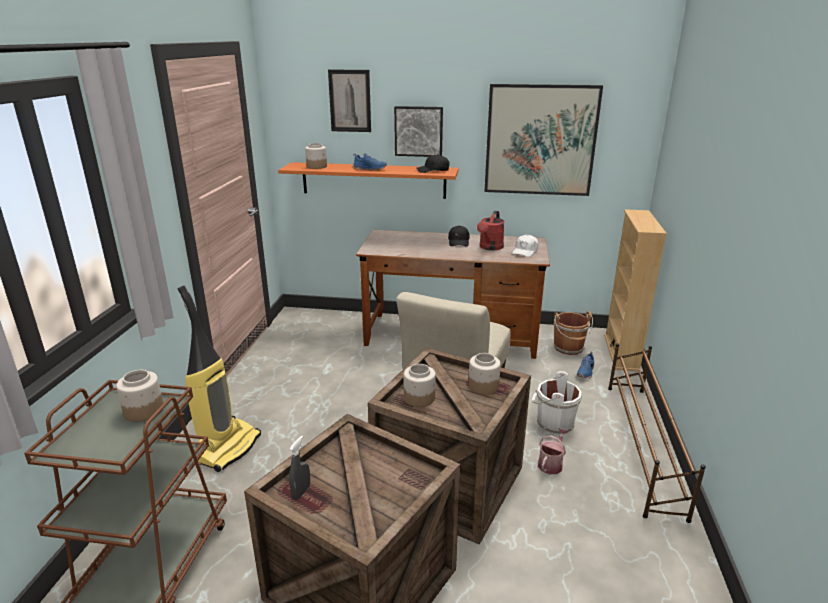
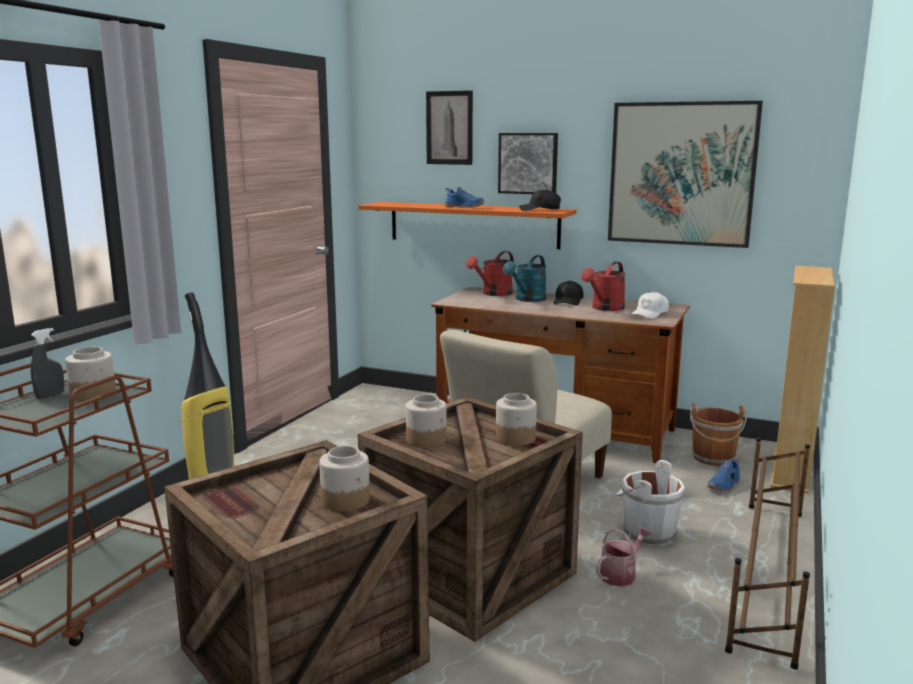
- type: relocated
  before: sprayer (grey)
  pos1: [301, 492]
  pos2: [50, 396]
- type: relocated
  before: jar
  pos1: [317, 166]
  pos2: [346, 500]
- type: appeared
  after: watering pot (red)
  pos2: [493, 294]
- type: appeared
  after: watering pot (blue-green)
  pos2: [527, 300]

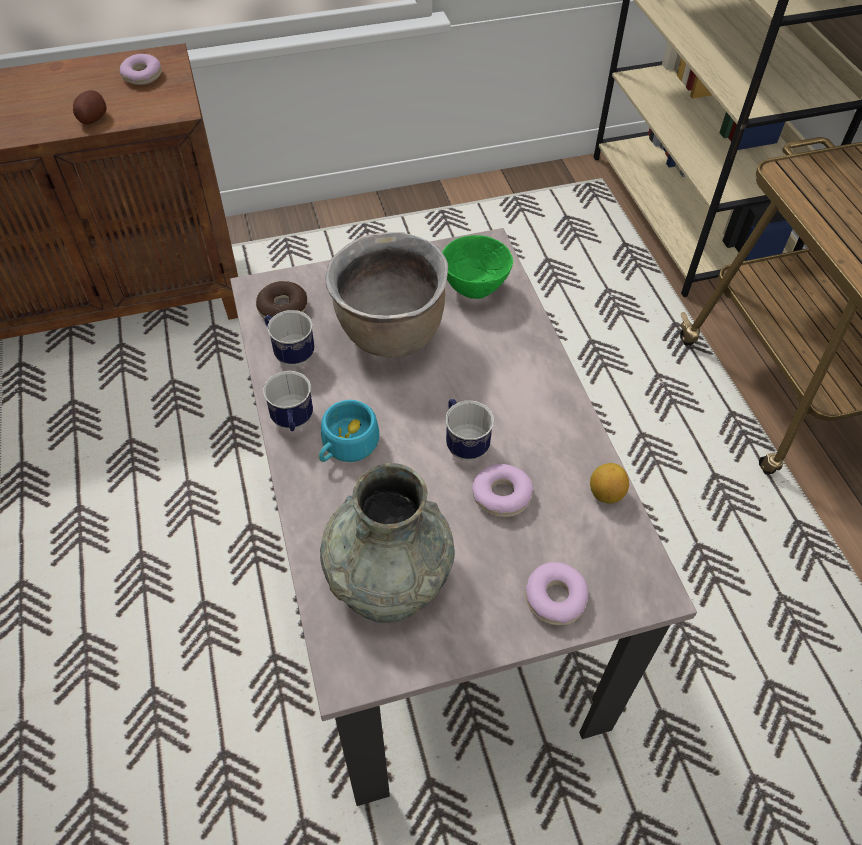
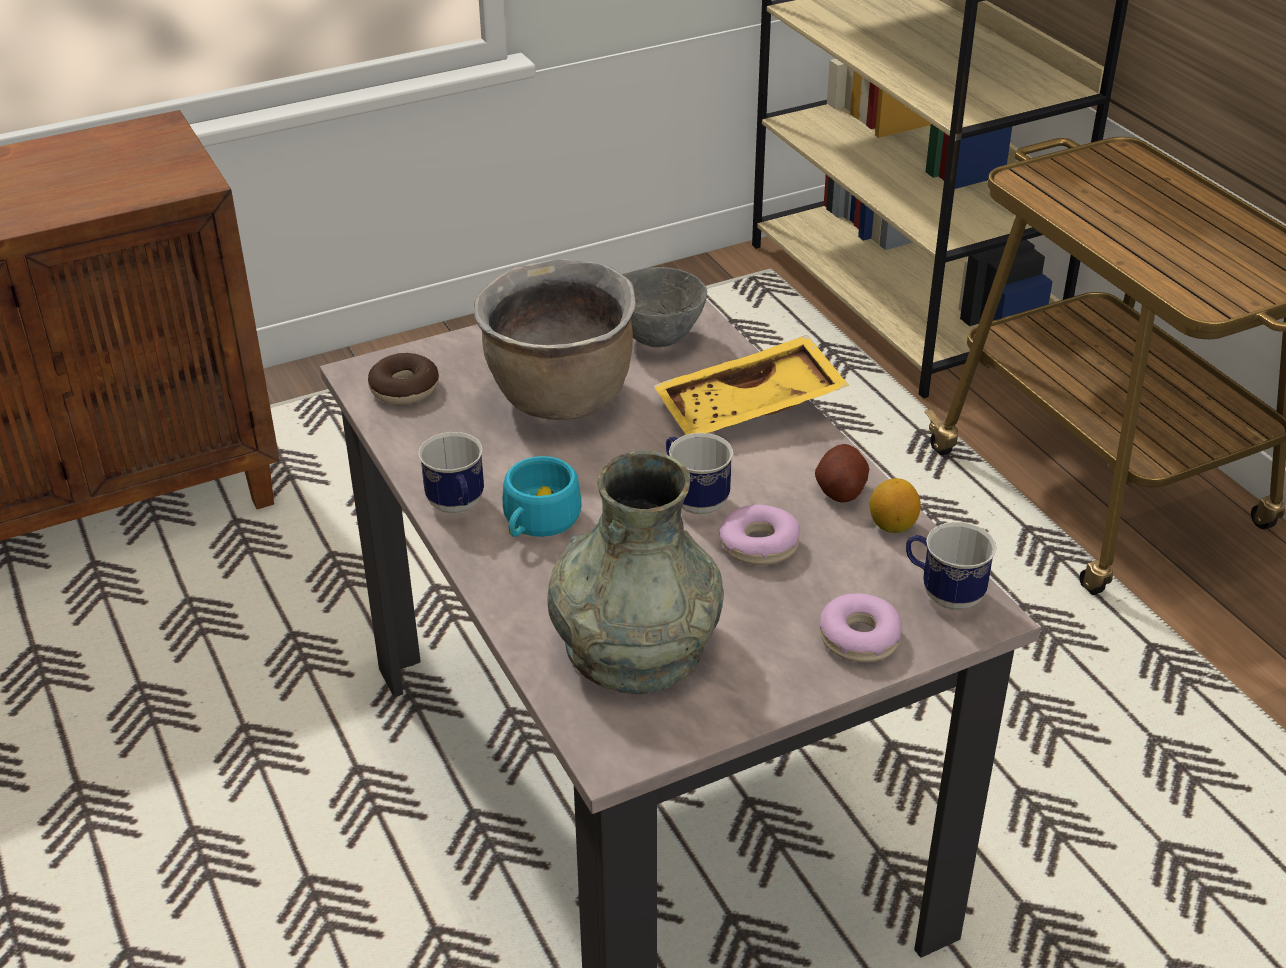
- type: colour
  before: serving bowl (greenish)
  after: serving bowl (grey)
  pos1: [474, 288]
  pos2: [657, 337]
- type: appeared
  after: carrying tray (yellowish)
  pos2: [750, 409]
- type: relocated
  before: potato
  pos1: [92, 118]
  pos2: [840, 490]
- type: relocated
  before: mug
  pos1: [290, 353]
  pos2: [943, 594]
- type: missing
  before: doughnut
  pos1: [142, 76]

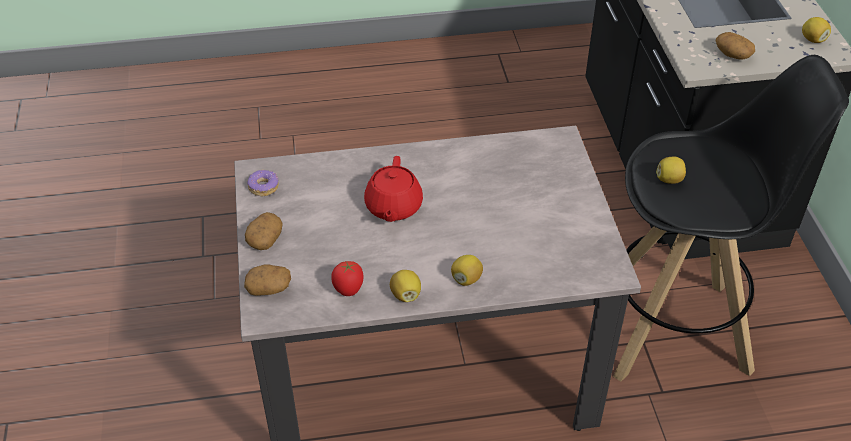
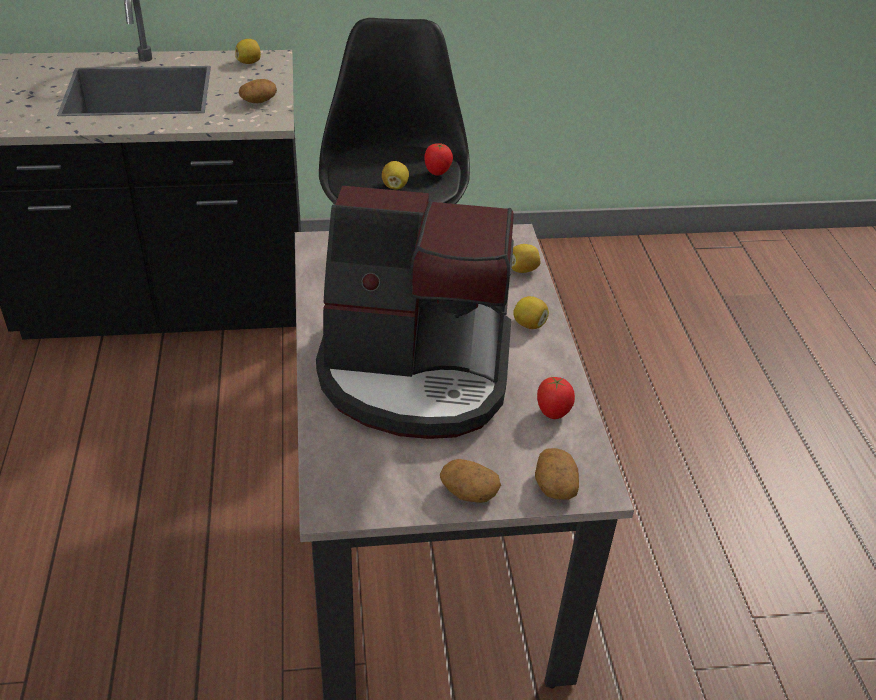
- type: exchanged
  before: pot for tea (red)
  after: coffee maker
  pos1: [393, 207]
  pos2: [416, 373]
- type: appeared
  after: whole tomato
  pos2: [437, 173]
- type: relocated
  before: whole lemon
  pos1: [405, 294]
  pos2: [523, 269]
- type: missing
  before: doughnut
  pos1: [263, 187]

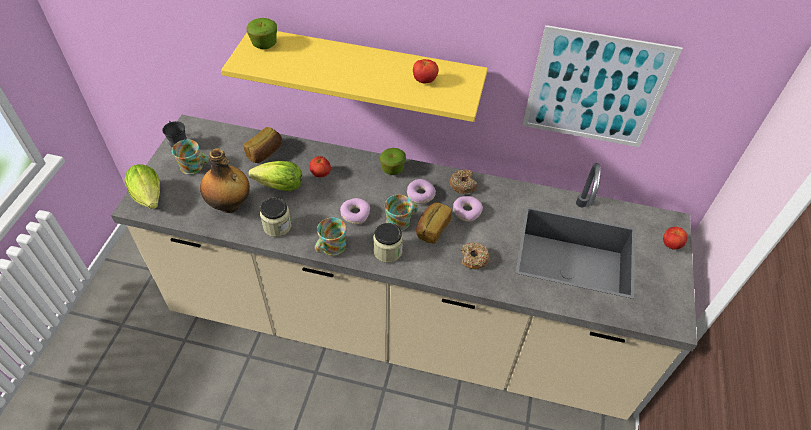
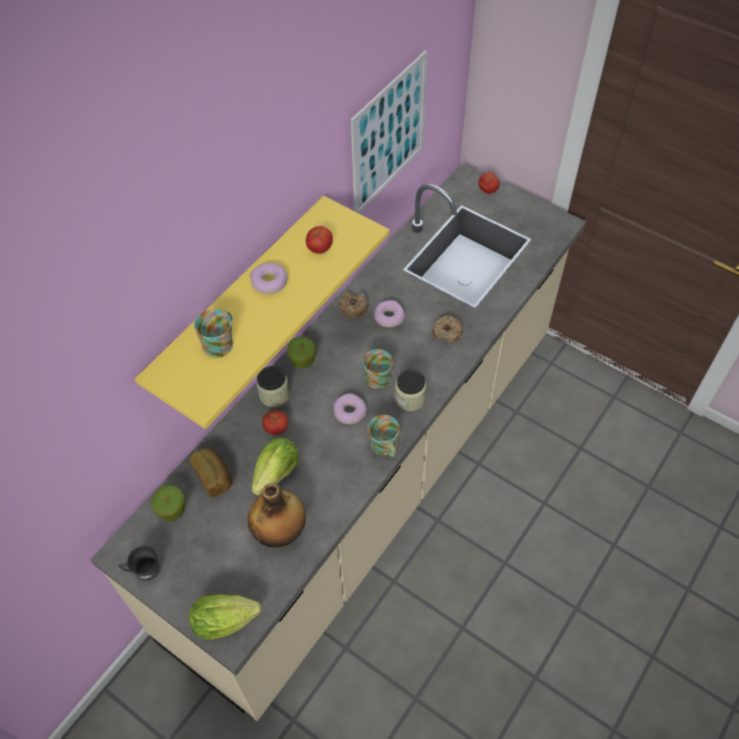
- type: relocated
  before: whole apple
  pos1: [264, 44]
  pos2: [172, 510]
- type: relocated
  before: mug
  pos1: [195, 167]
  pos2: [221, 342]
- type: relocated
  before: doughnut
  pos1: [420, 195]
  pos2: [269, 283]
- type: relocated
  before: jar
  pos1: [277, 226]
  pos2: [274, 394]
- type: missing
  before: baked bread
  pos1: [432, 228]

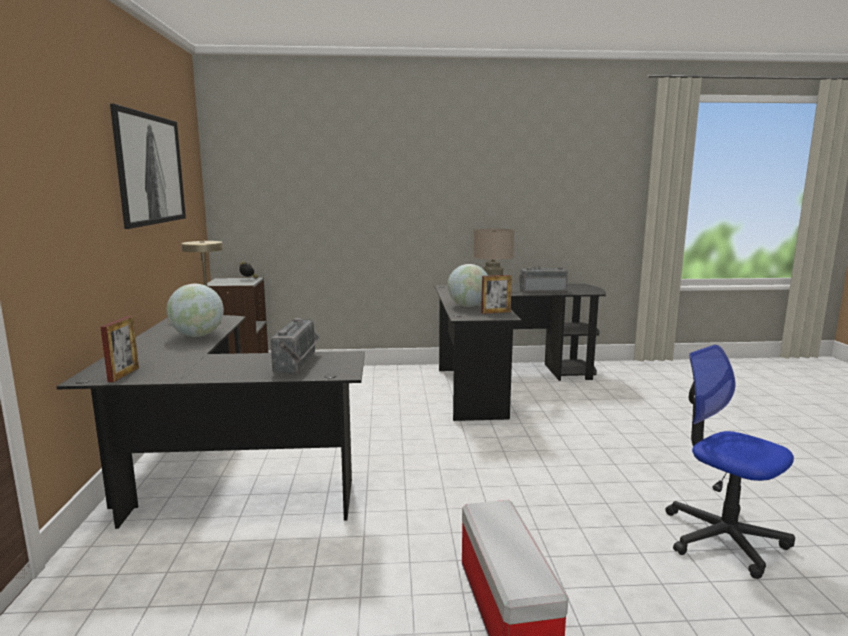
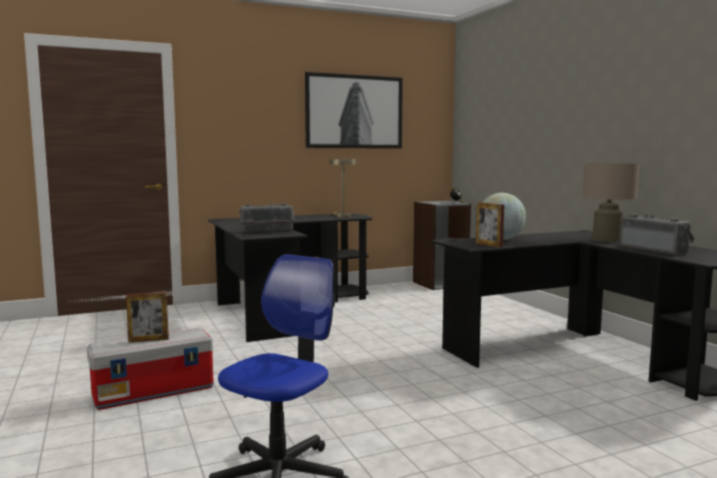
- type: relocated
  before: standing frame
  pos1: [123, 374]
  pos2: [148, 340]
- type: missing
  before: desk globe
  pos1: [197, 336]

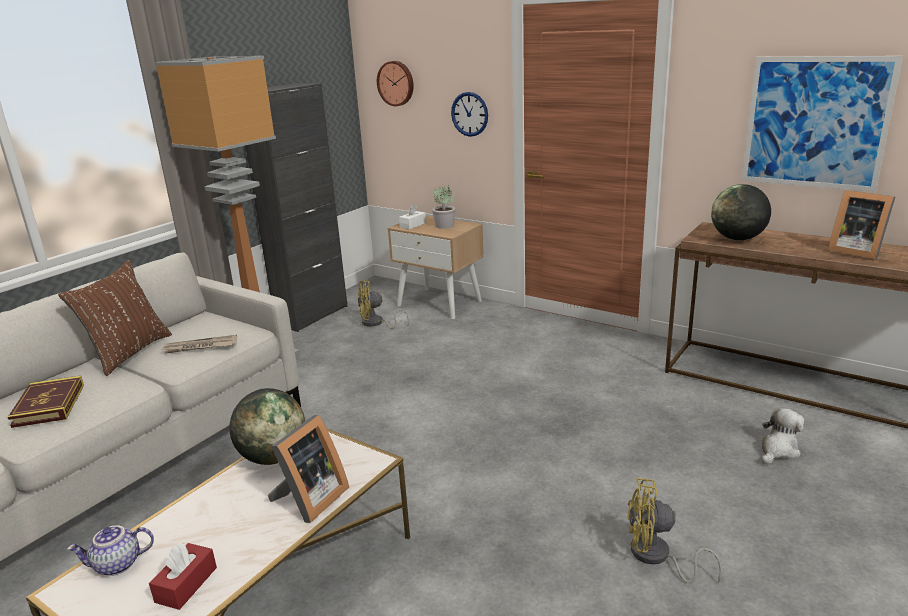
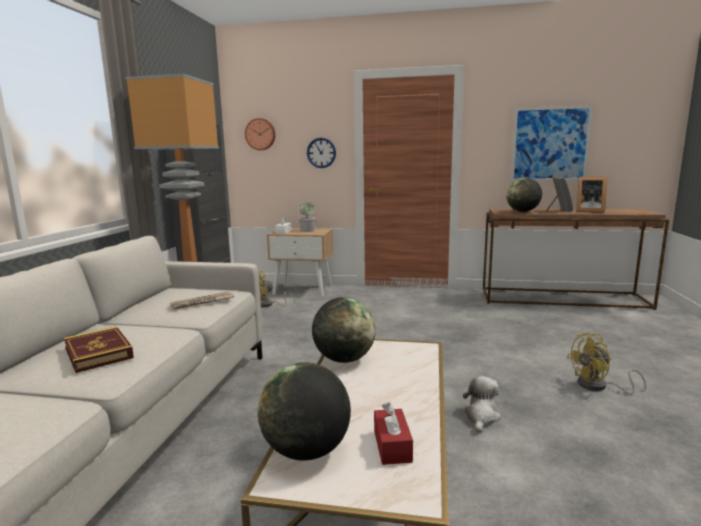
- type: exchanged
  before: pot for tea
  after: desk globe
  pos1: [117, 565]
  pos2: [306, 451]
- type: relocated
  before: cuddly toy
  pos1: [778, 450]
  pos2: [481, 417]
- type: relocated
  before: standing frame
  pos1: [309, 500]
  pos2: [558, 211]
- type: missing
  before: pillow (brown)
  pos1: [128, 353]

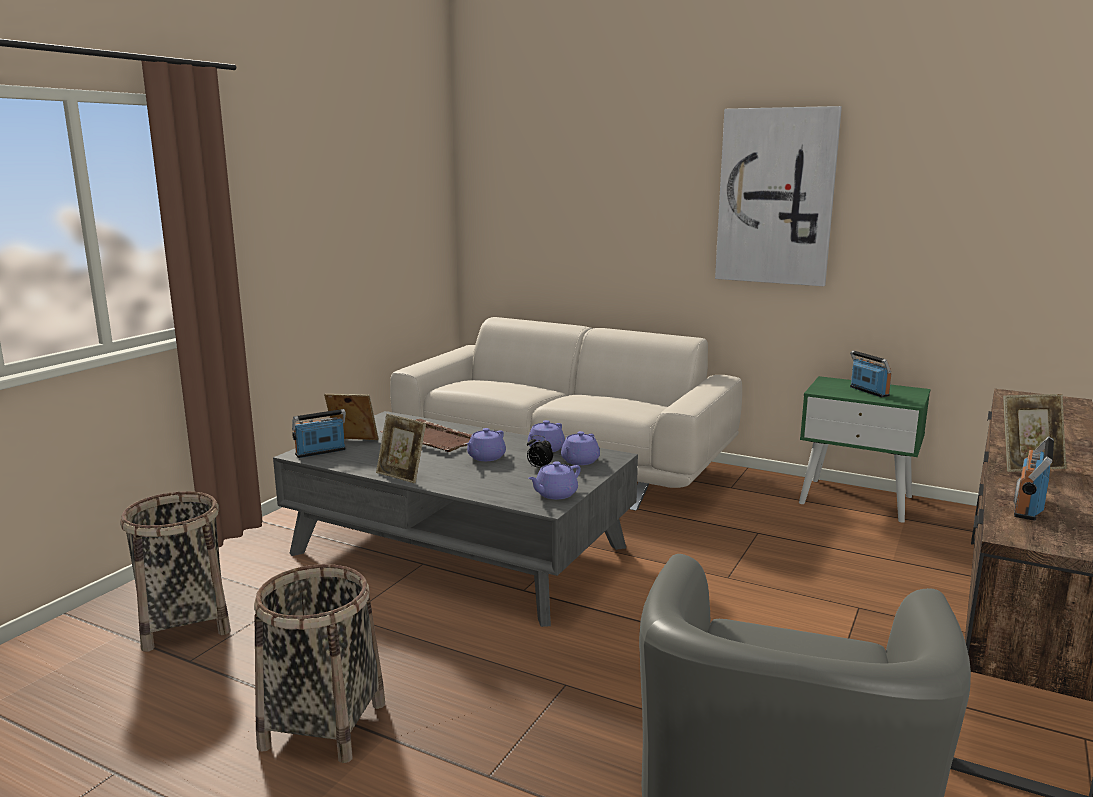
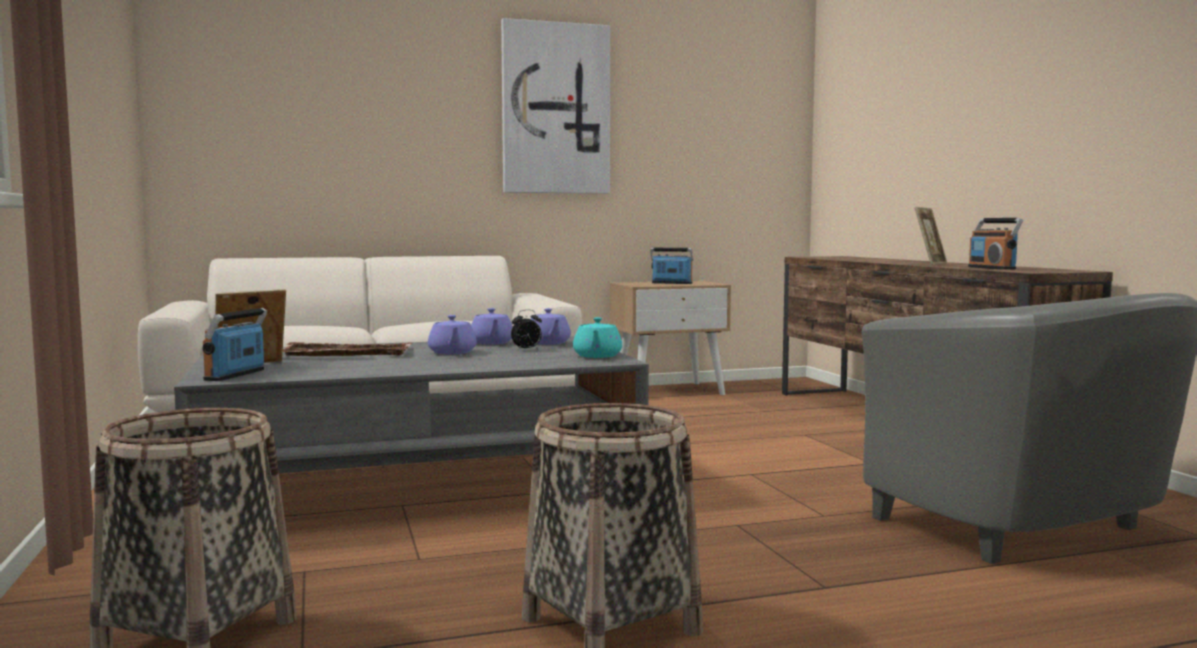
- type: colour
  before: pot for tea (purplish)
  after: pot for tea (blue-green)
  pos1: [555, 494]
  pos2: [597, 356]
- type: colour
  before: nightstand (greenish)
  after: nightstand (beige-coloured)
  pos1: [856, 500]
  pos2: [669, 391]
- type: missing
  before: standing frame
  pos1: [402, 475]

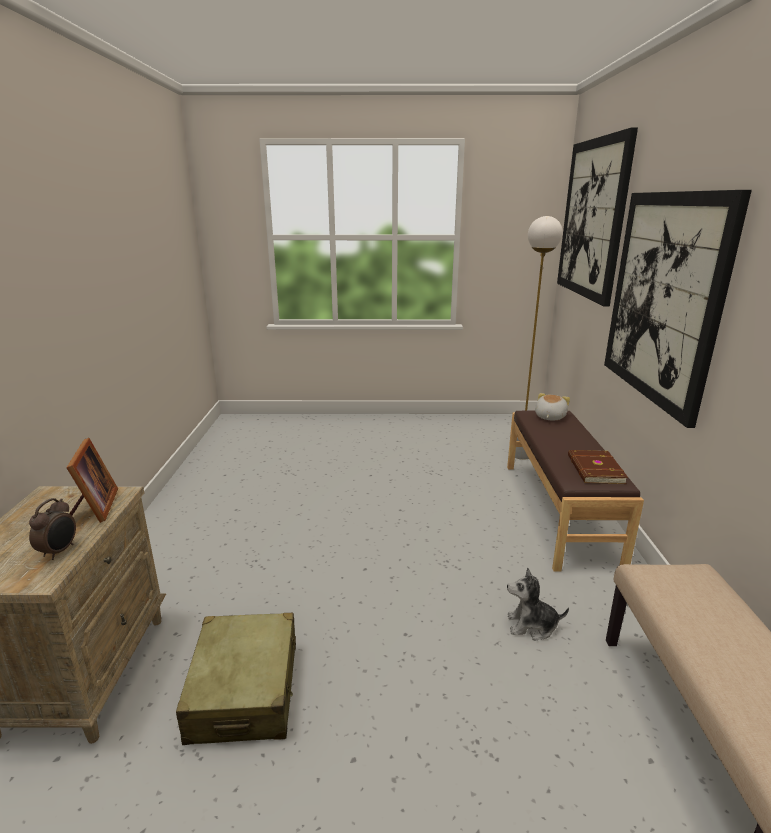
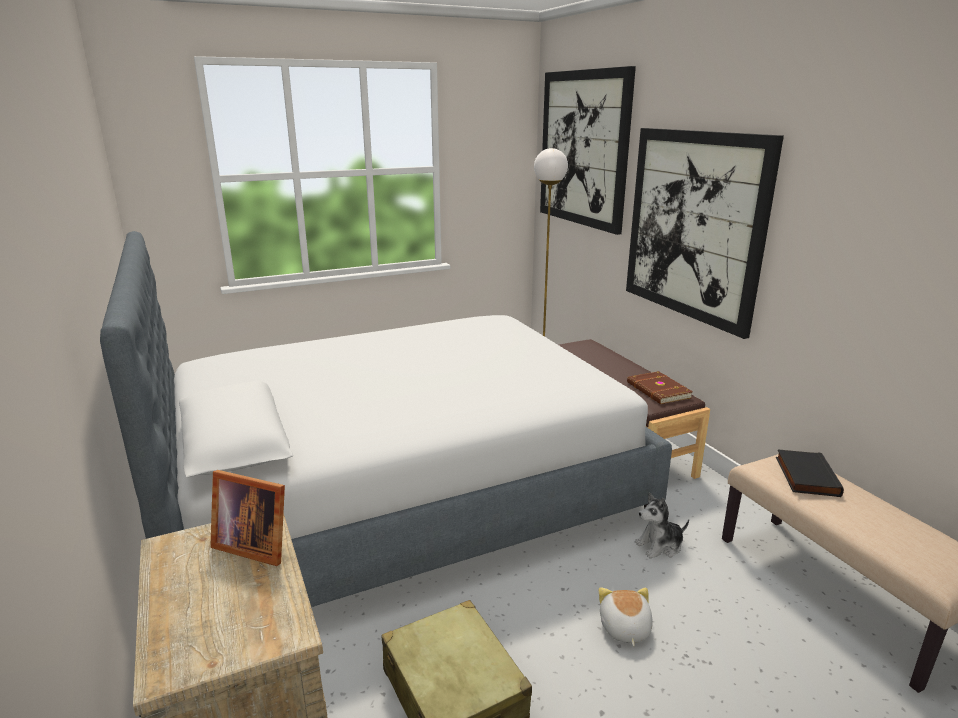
- type: appeared
  after: bedroom bed
  pos2: [400, 491]
- type: spun
  before: standing frame
  pos1: [94, 508]
  pos2: [253, 544]
  turn: 150
- type: relocated
  before: cuddly toy
  pos1: [549, 417]
  pos2: [624, 628]
- type: appeared
  after: volume (blackish)
  pos2: [805, 476]
- type: missing
  before: bedside clock
  pos1: [60, 551]

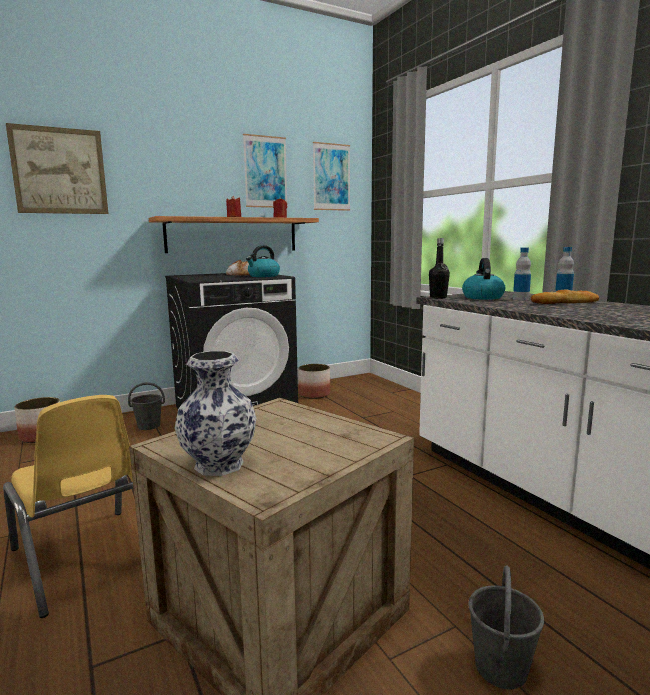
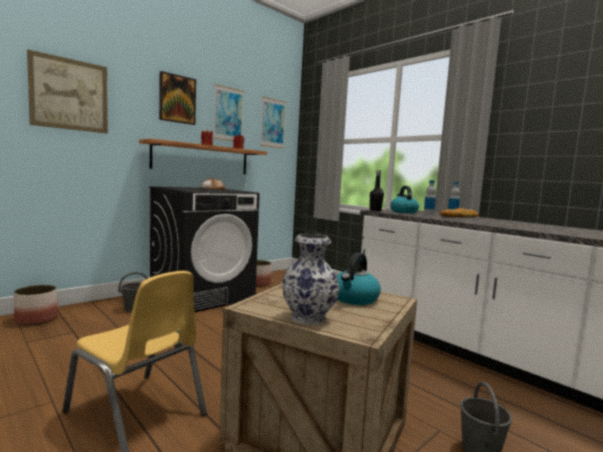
- type: appeared
  after: wall art
  pos2: [177, 99]
- type: relocated
  before: water kettle
  pos1: [263, 276]
  pos2: [354, 299]

